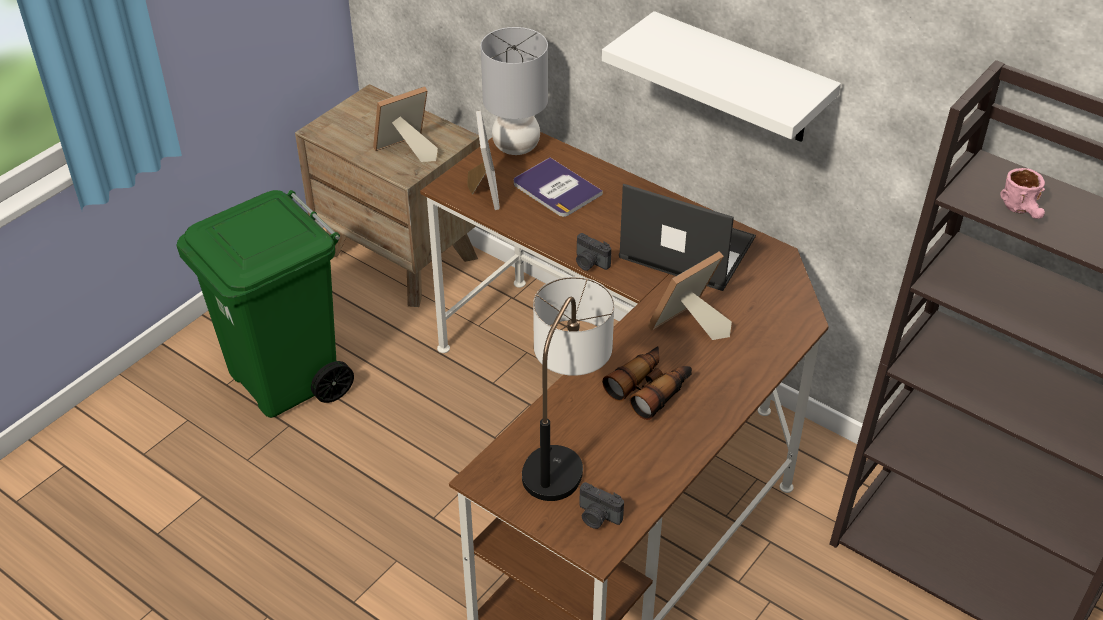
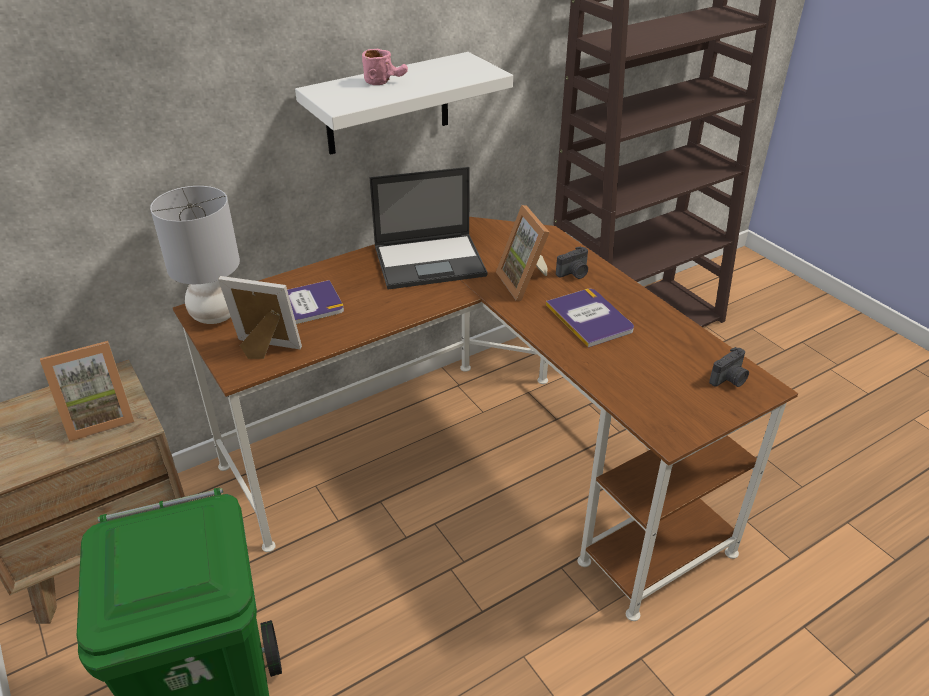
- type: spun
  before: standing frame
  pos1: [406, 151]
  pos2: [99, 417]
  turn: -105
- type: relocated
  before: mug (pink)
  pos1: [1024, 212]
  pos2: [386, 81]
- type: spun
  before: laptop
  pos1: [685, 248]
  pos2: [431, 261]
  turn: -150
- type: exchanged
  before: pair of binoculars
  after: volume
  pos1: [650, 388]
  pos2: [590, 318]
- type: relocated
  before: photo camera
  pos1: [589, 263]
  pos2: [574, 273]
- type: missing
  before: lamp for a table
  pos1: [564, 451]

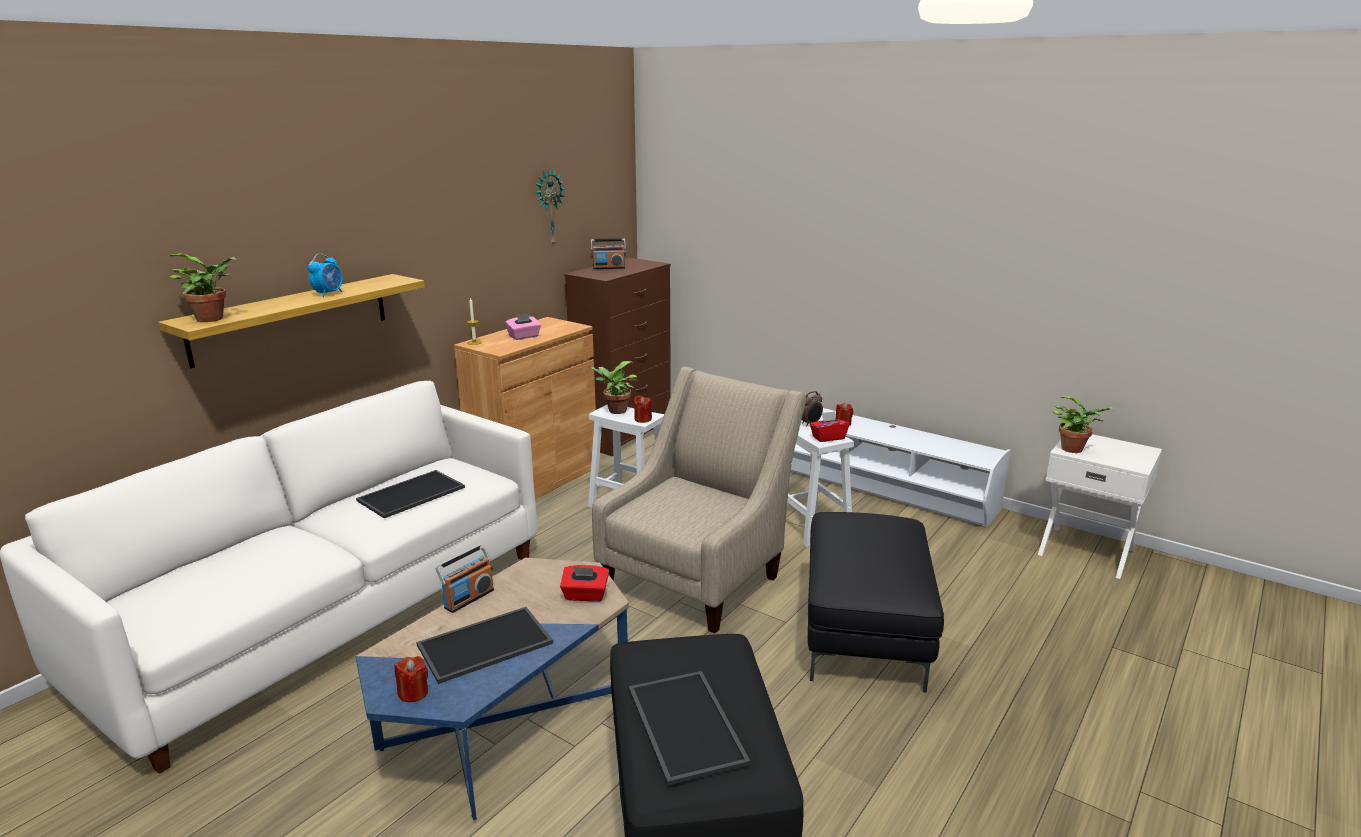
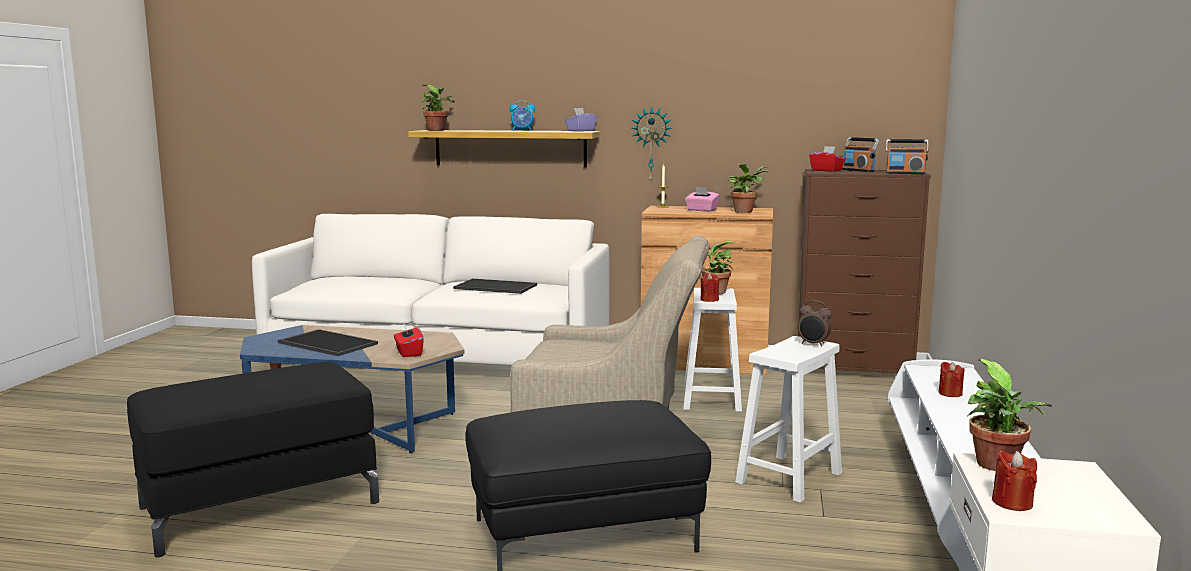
- type: appeared
  after: tissue holder (purplish)
  pos2: [580, 131]
- type: relocated
  before: clock on the wall
  pos1: [549, 207]
  pos2: [651, 145]
- type: appeared
  after: plant in a pot
  pos2: [744, 211]
- type: relocated
  before: tissue holder (red)
  pos1: [828, 437]
  pos2: [826, 170]
- type: relocated
  before: radio receiver
  pos1: [469, 598]
  pos2: [905, 173]
- type: relocated
  before: candle (red)
  pos1: [413, 693]
  pos2: [1012, 502]
- type: missing
  before: carrying tray
  pos1: [683, 725]

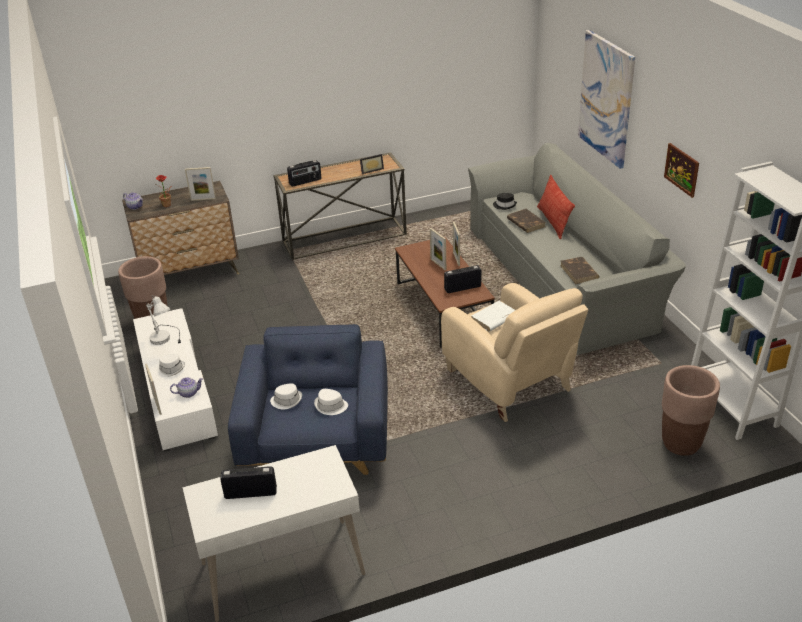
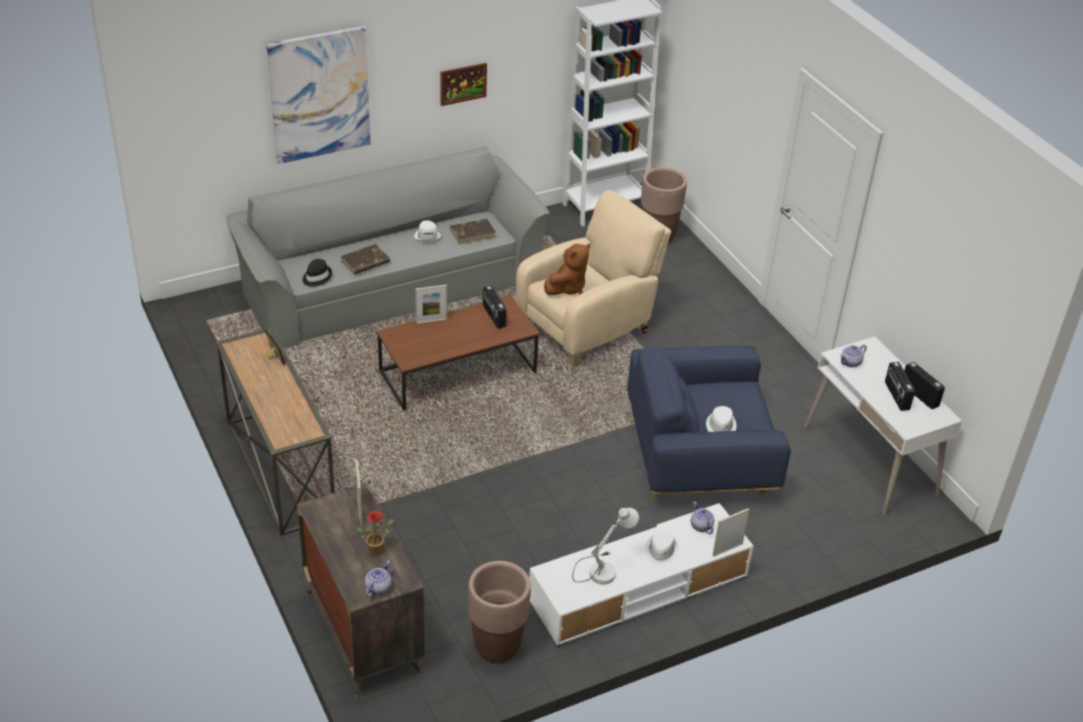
- type: relocated
  before: wearable hat (whitish)
  pos1: [331, 406]
  pos2: [427, 236]
- type: exchanged
  before: volume (whitish)
  after: cuddly toy (brown)
  pos1: [494, 319]
  pos2: [567, 287]
- type: appeared
  after: pot for tea
  pos2: [850, 363]
- type: relocated
  before: radio receiver
  pos1: [305, 182]
  pos2: [920, 395]
- type: missing
  before: standing frame
  pos1: [438, 264]
- type: missing
  before: pillow
  pos1: [553, 222]

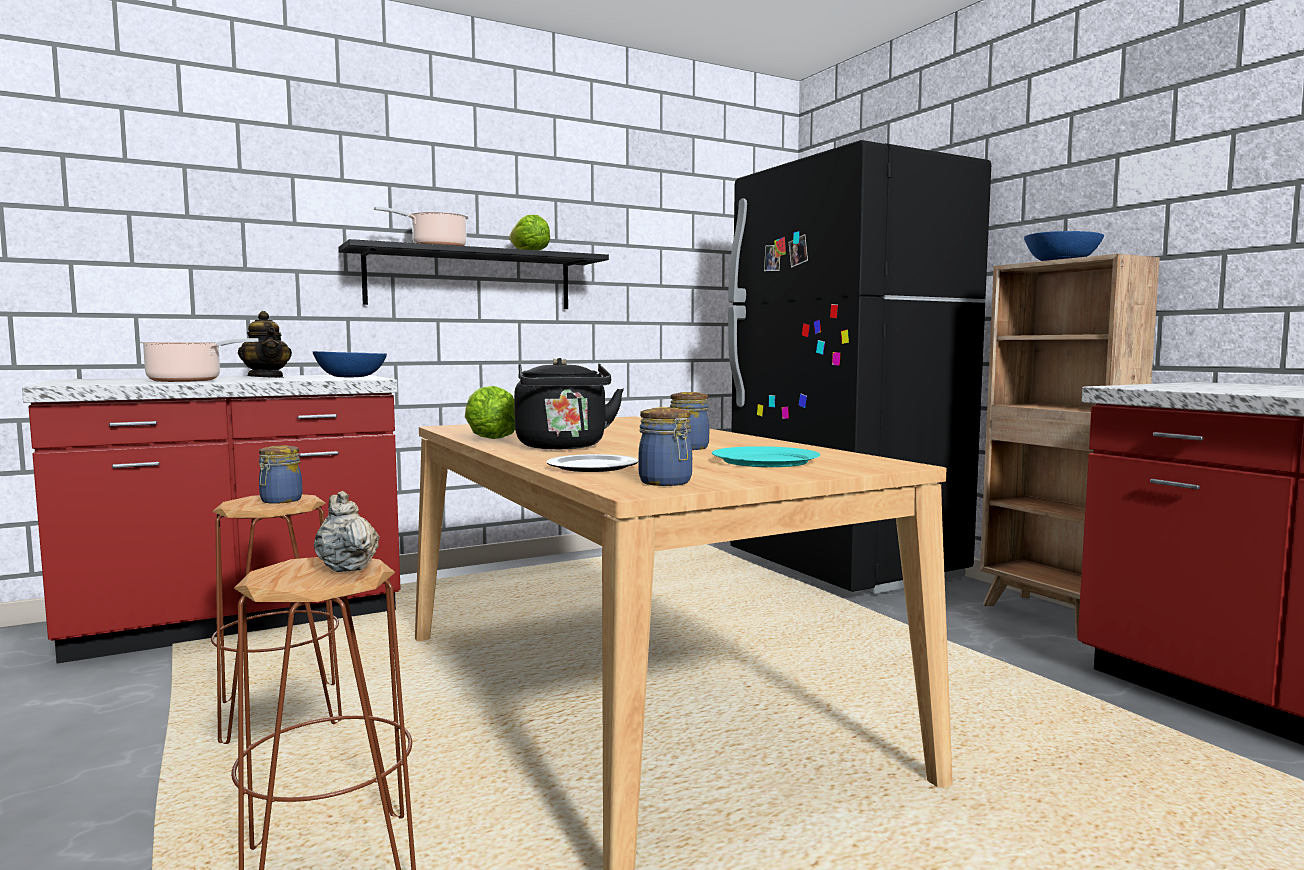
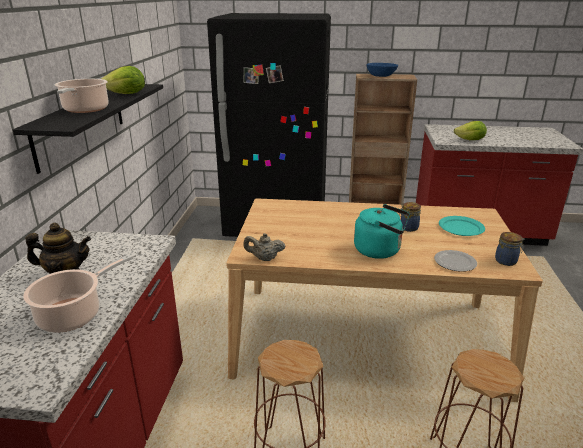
- type: relocated
  before: pot for tea (beige-coloured)
  pos1: [346, 568]
  pos2: [264, 258]
- type: colour
  before: water kettle (blackish)
  after: water kettle (blue-green)
  pos1: [563, 447]
  pos2: [380, 250]
- type: relocated
  before: head of lettuce
  pos1: [489, 439]
  pos2: [470, 140]
- type: missing
  before: jar
  pos1: [280, 501]
- type: missing
  before: serving bowl (blue-coloured)
  pos1: [350, 377]

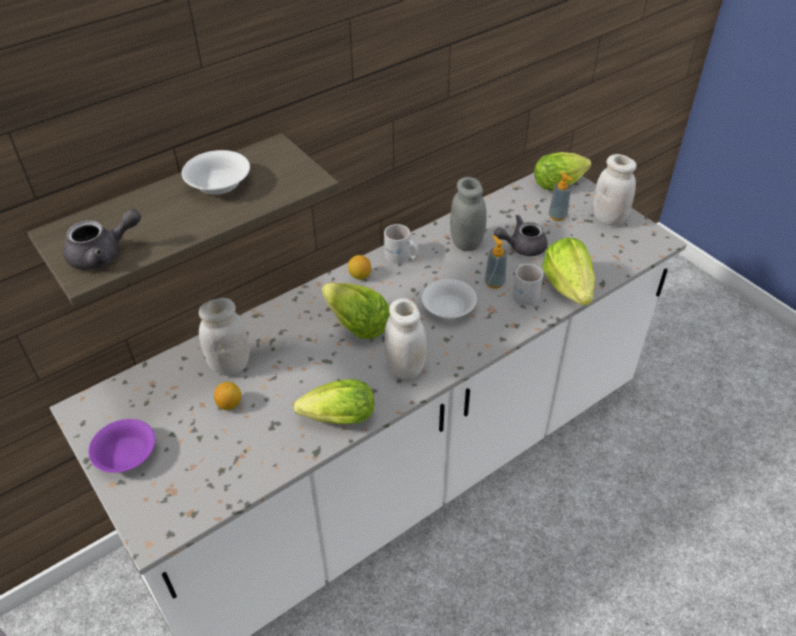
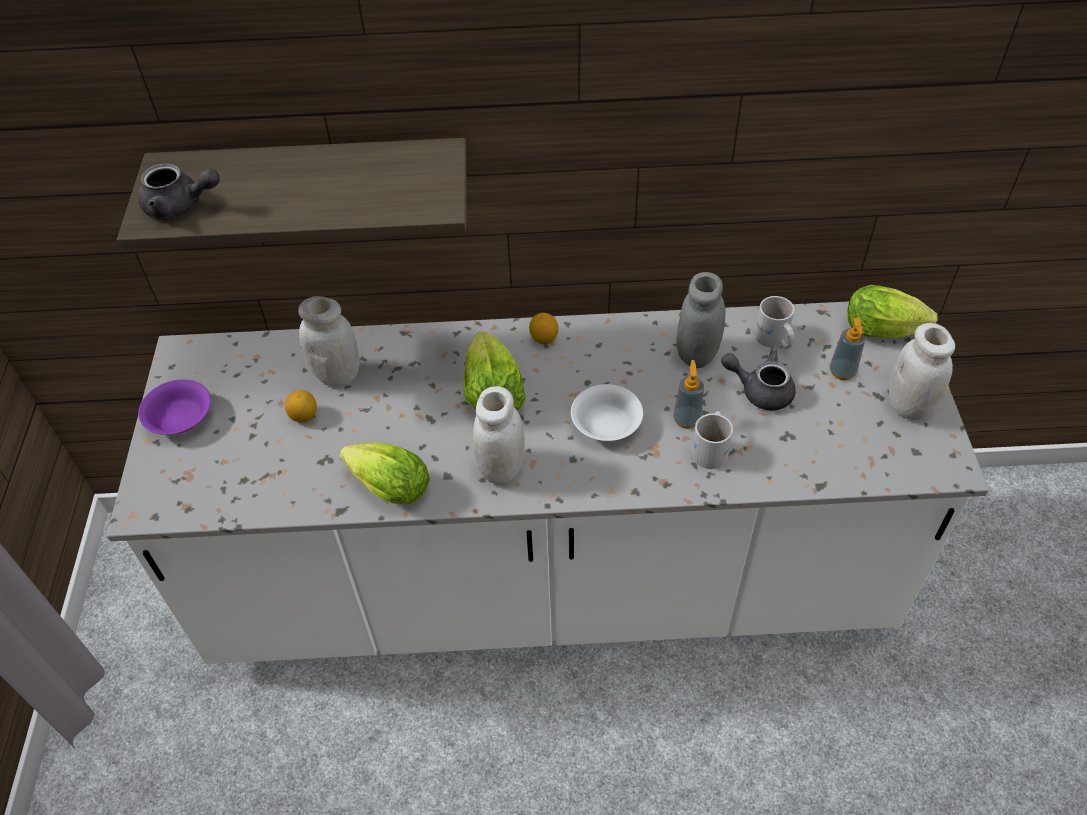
- type: relocated
  before: mug (whitish)
  pos1: [401, 257]
  pos2: [773, 340]
- type: missing
  before: serving bowl (whitish)
  pos1: [218, 185]
- type: missing
  before: head of lettuce
  pos1: [568, 287]

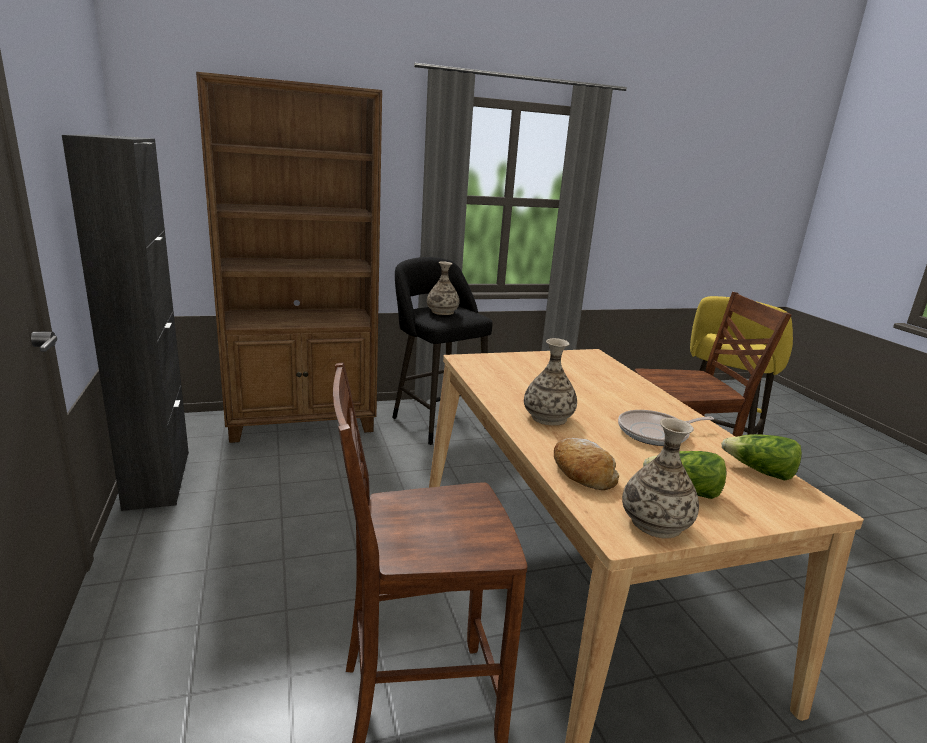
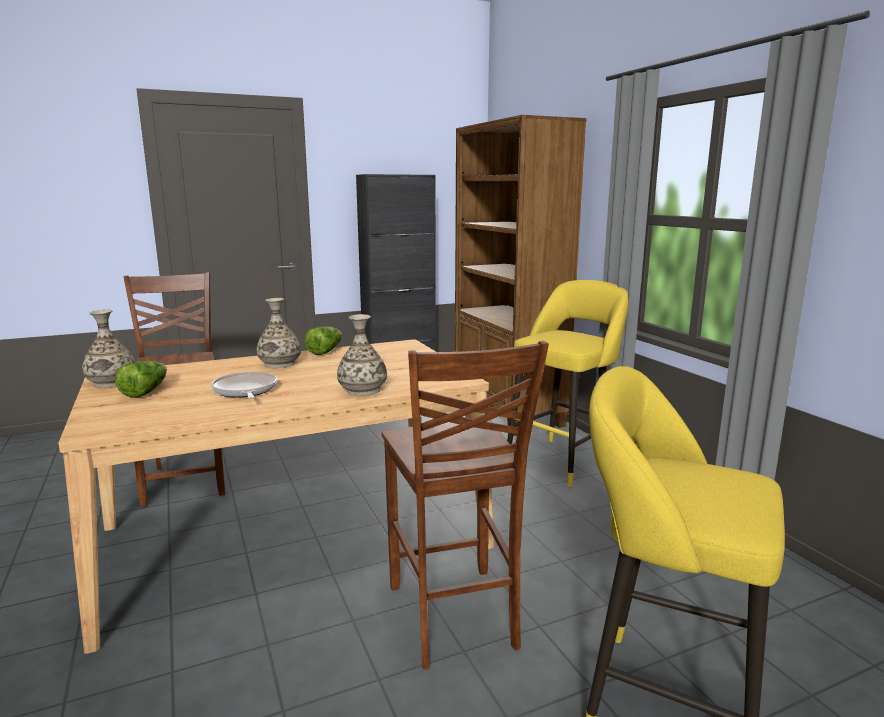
- type: relocated
  before: head of lettuce
  pos1: [759, 471]
  pos2: [325, 351]
- type: relocated
  before: flower vase
  pos1: [442, 312]
  pos2: [362, 390]
- type: colour
  before: stool (blackish)
  after: stool (yellowish)
  pos1: [436, 421]
  pos2: [563, 460]
- type: missing
  before: baked bread
  pos1: [581, 473]

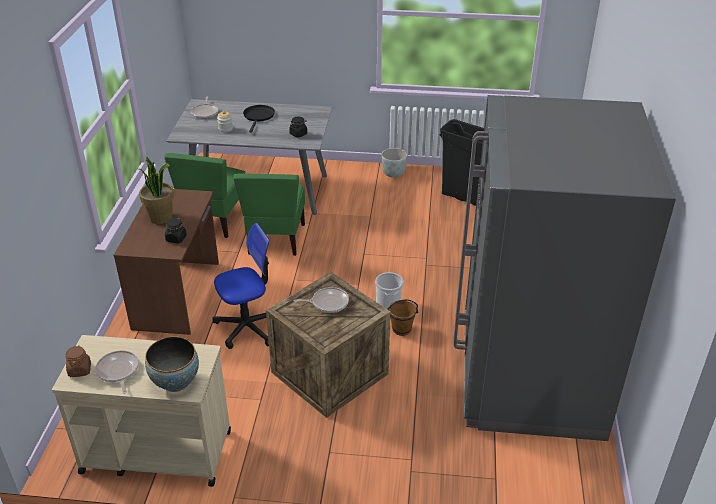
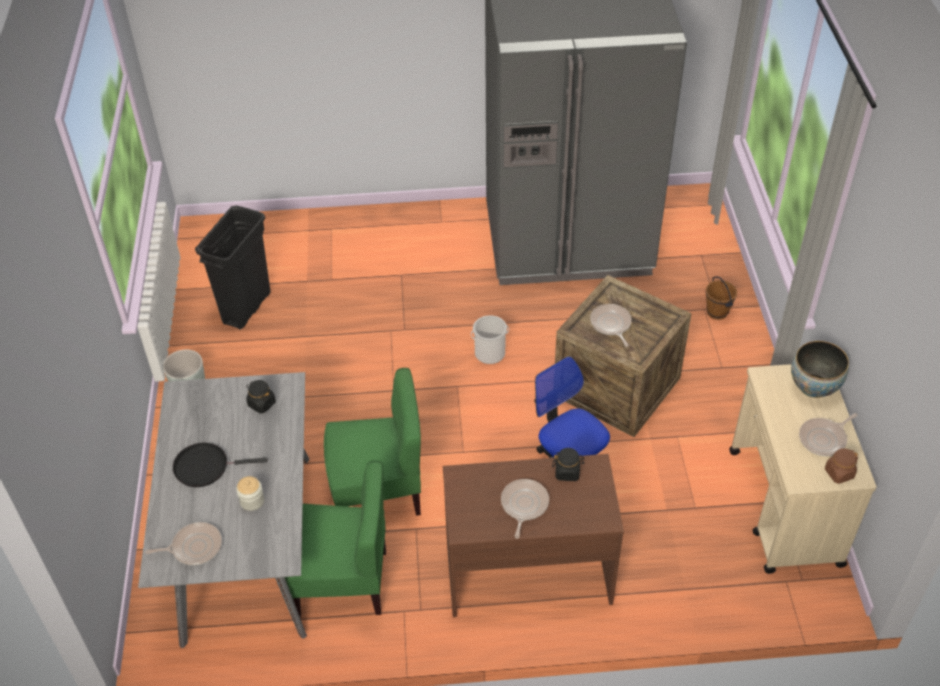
- type: exchanged
  before: plant in a pot
  after: skillet
  pos1: [161, 217]
  pos2: [524, 505]
- type: relocated
  before: bucket (brown)
  pos1: [401, 329]
  pos2: [717, 312]

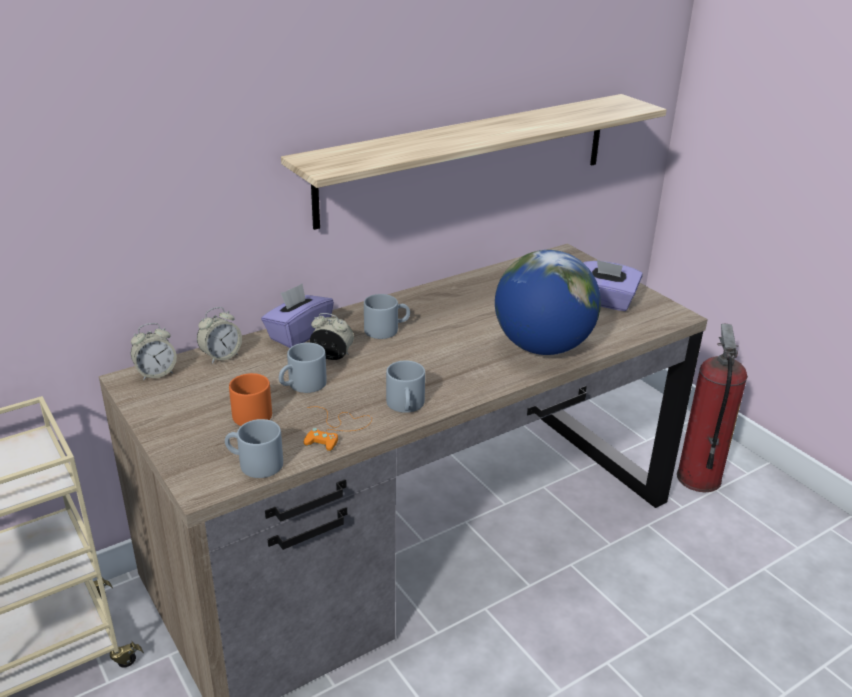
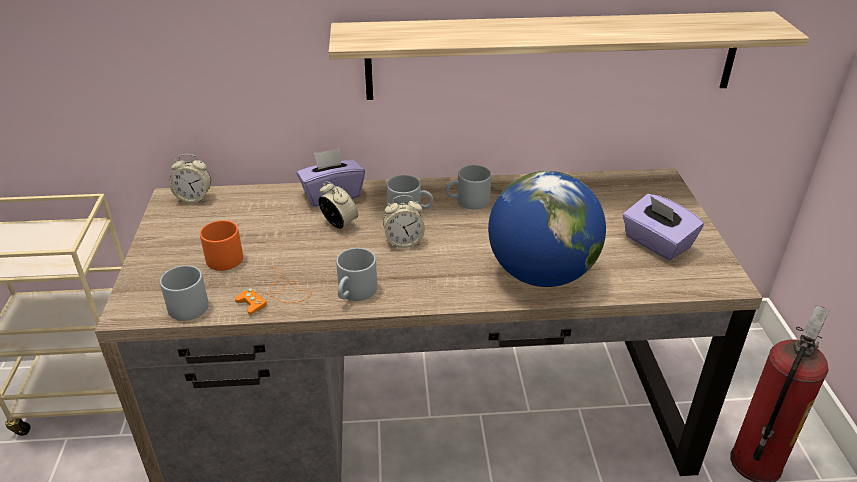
- type: relocated
  before: bedside clock
  pos1: [221, 356]
  pos2: [404, 242]
- type: relocated
  before: mug (grey)
  pos1: [302, 385]
  pos2: [467, 201]

